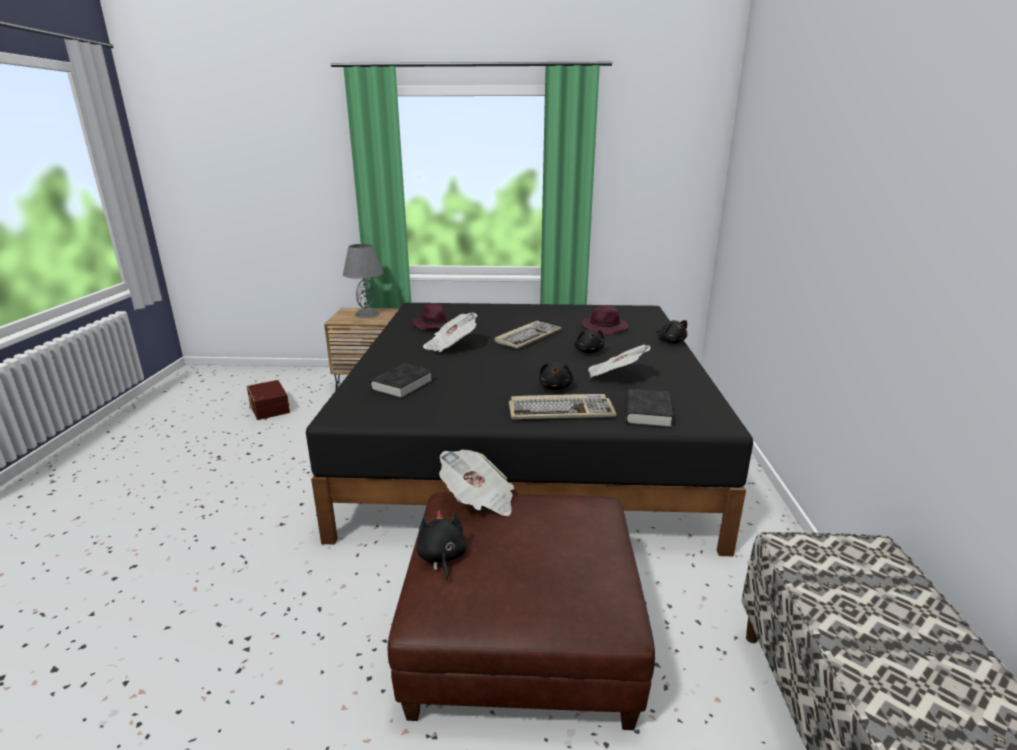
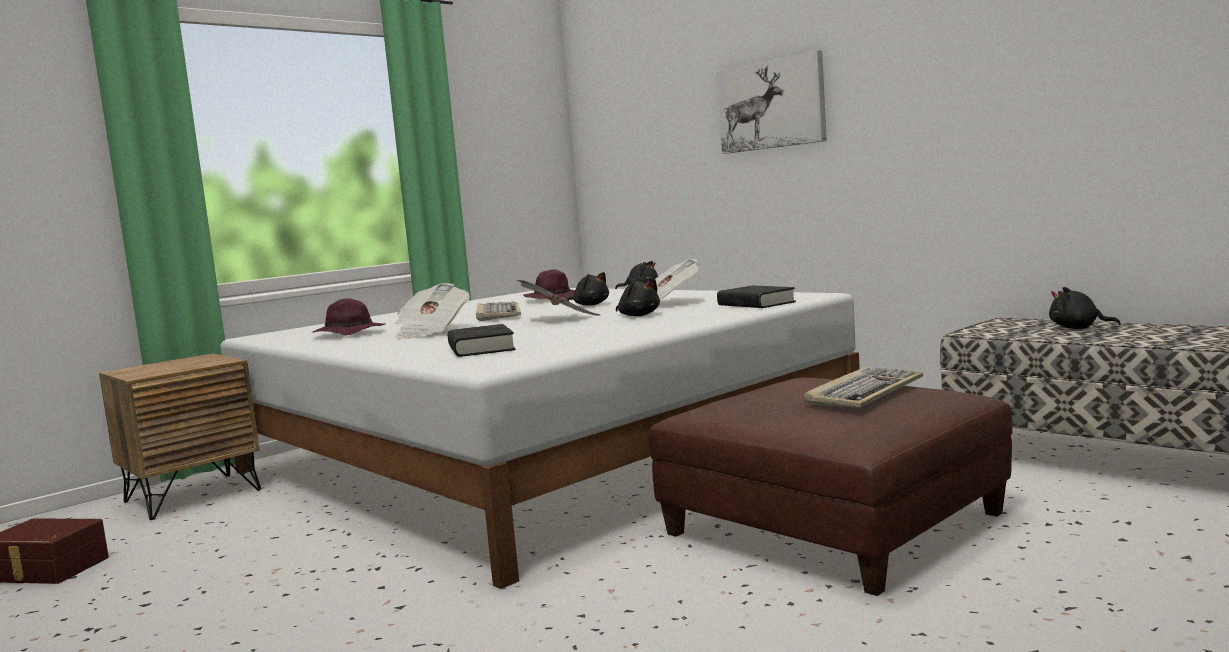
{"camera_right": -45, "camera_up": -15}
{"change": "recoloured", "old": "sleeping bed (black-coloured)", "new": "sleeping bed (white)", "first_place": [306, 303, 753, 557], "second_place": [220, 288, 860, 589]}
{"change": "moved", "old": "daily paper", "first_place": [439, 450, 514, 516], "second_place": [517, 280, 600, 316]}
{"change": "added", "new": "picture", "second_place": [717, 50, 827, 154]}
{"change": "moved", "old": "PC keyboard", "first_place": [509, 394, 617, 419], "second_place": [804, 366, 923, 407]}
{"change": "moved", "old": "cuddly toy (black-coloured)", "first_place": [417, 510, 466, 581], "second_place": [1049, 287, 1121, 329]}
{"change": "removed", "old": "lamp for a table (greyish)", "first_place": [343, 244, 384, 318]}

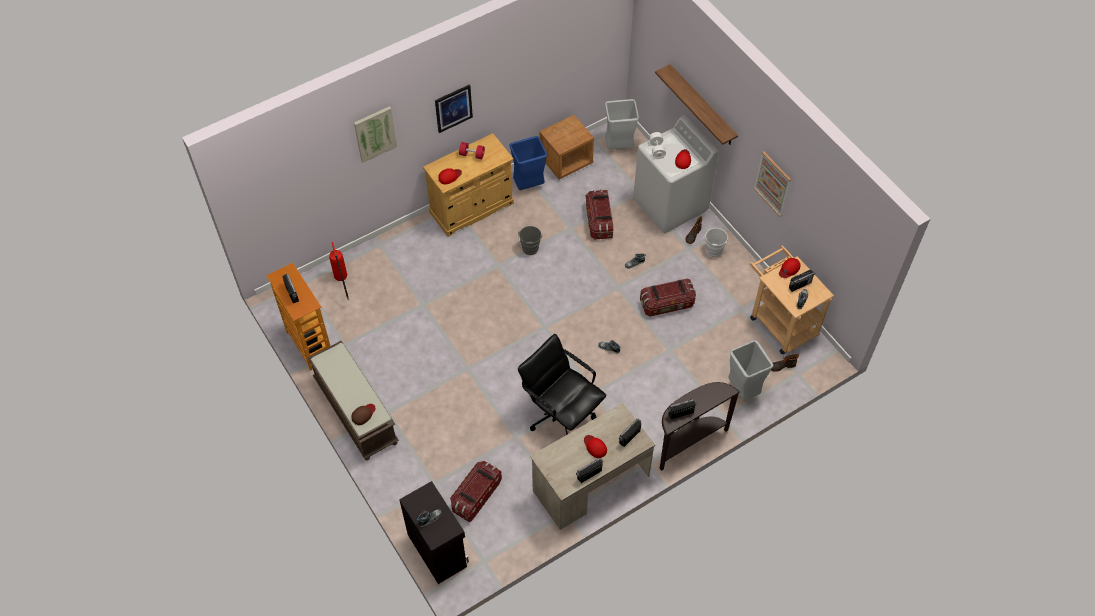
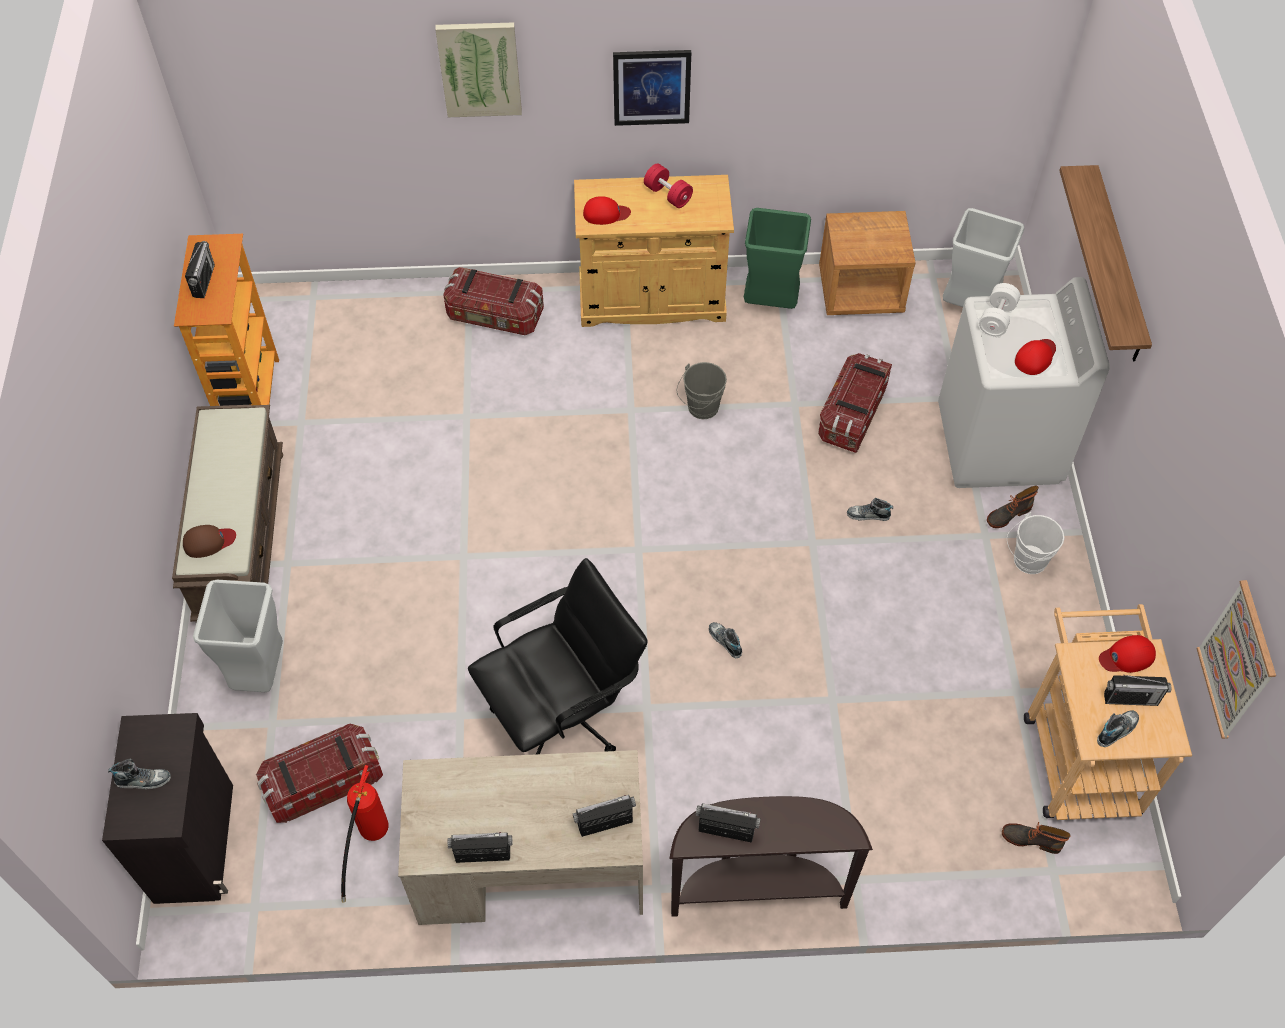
{"camera_right": 30, "camera_up": 0}
{"change": "moved", "old": "trash can (greyish)", "first_place": [728, 340, 773, 401], "second_place": [193, 580, 283, 692]}
{"change": "moved", "old": "fire-fighting cylinder", "first_place": [329, 242, 349, 300], "second_place": [341, 765, 389, 902]}
{"change": "moved", "old": "storage container", "first_place": [640, 278, 696, 317], "second_place": [443, 267, 544, 335]}
{"change": "turned", "old": "office chair (black-coloured)", "first_place": [518, 334, 606, 435], "second_place": [468, 558, 648, 754], "degrees": 75}
{"change": "recoloured", "old": "trash can (blue-coloured)", "new": "trash can (green-coloured)", "first_place": [510, 136, 547, 190], "second_place": [744, 208, 811, 309]}
{"change": "moved", "old": "picture", "first_place": [754, 151, 791, 216], "second_place": [1196, 580, 1276, 739]}
{"change": "removed", "old": "baseball cap (red)", "first_place": [584, 435, 607, 458]}

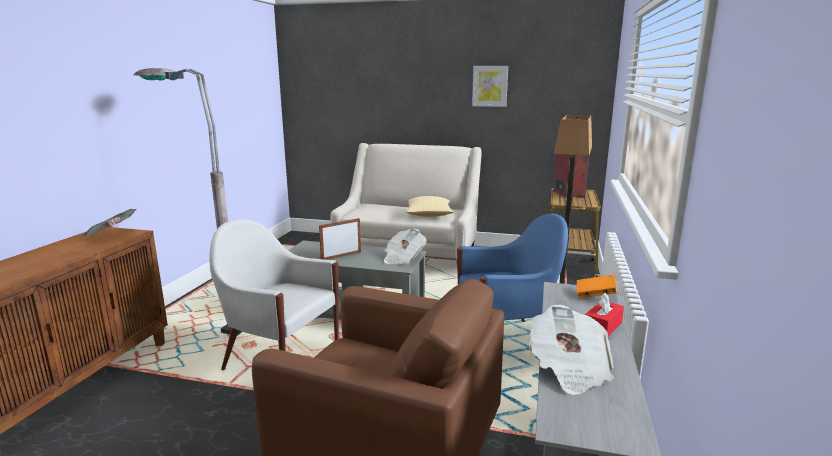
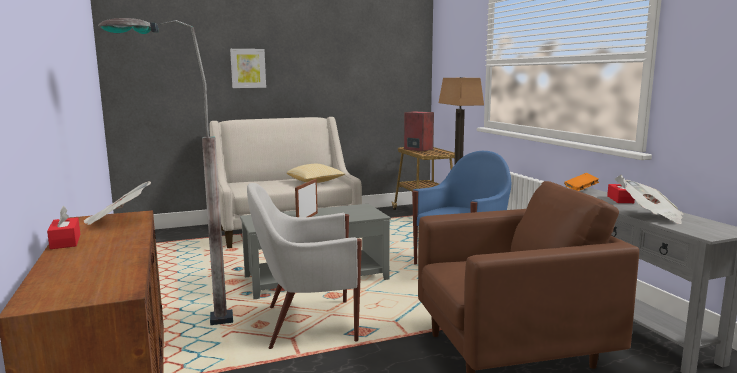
{"camera_right": -35, "camera_up": -5}
{"change": "added", "new": "box of tissues (red)", "second_place": [47, 206, 80, 249]}
{"change": "moved", "old": "picture", "first_place": [472, 66, 508, 107], "second_place": [230, 49, 266, 88]}
{"change": "removed", "old": "daily paper", "first_place": [384, 228, 426, 264]}

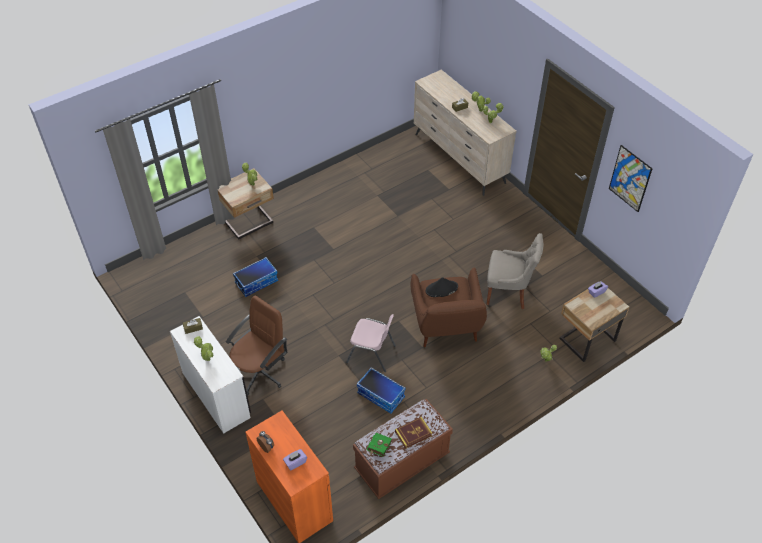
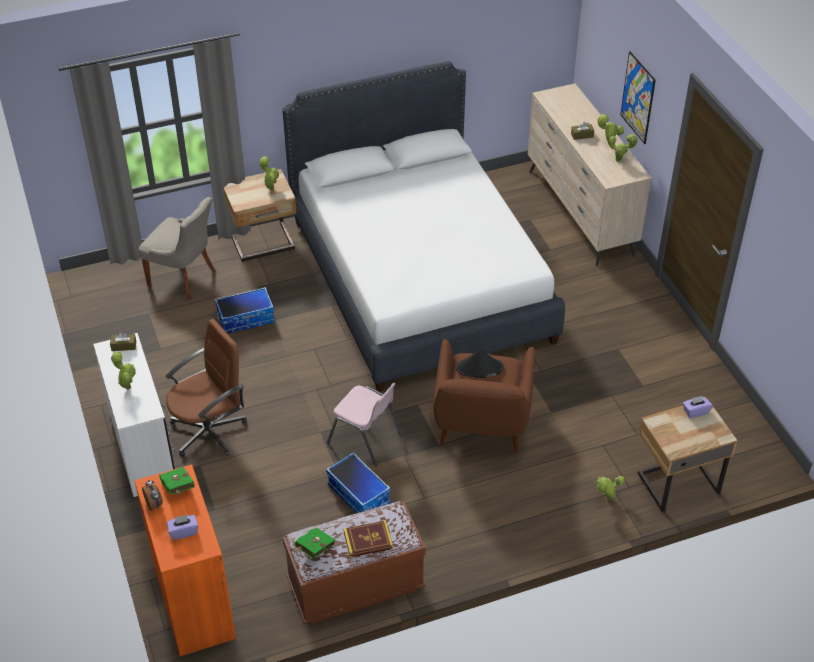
{"camera_right": 15, "camera_up": -5}
{"change": "moved", "old": "plain chair (greyish)", "first_place": [486, 233, 543, 309], "second_place": [139, 197, 216, 300]}
{"change": "added", "new": "volume (green-coloured)", "second_place": [159, 467, 195, 495]}
{"change": "added", "new": "sleeping bed (white)", "second_place": [282, 61, 565, 392]}
{"change": "moved", "old": "picture", "first_place": [609, 145, 653, 212], "second_place": [620, 52, 656, 144]}

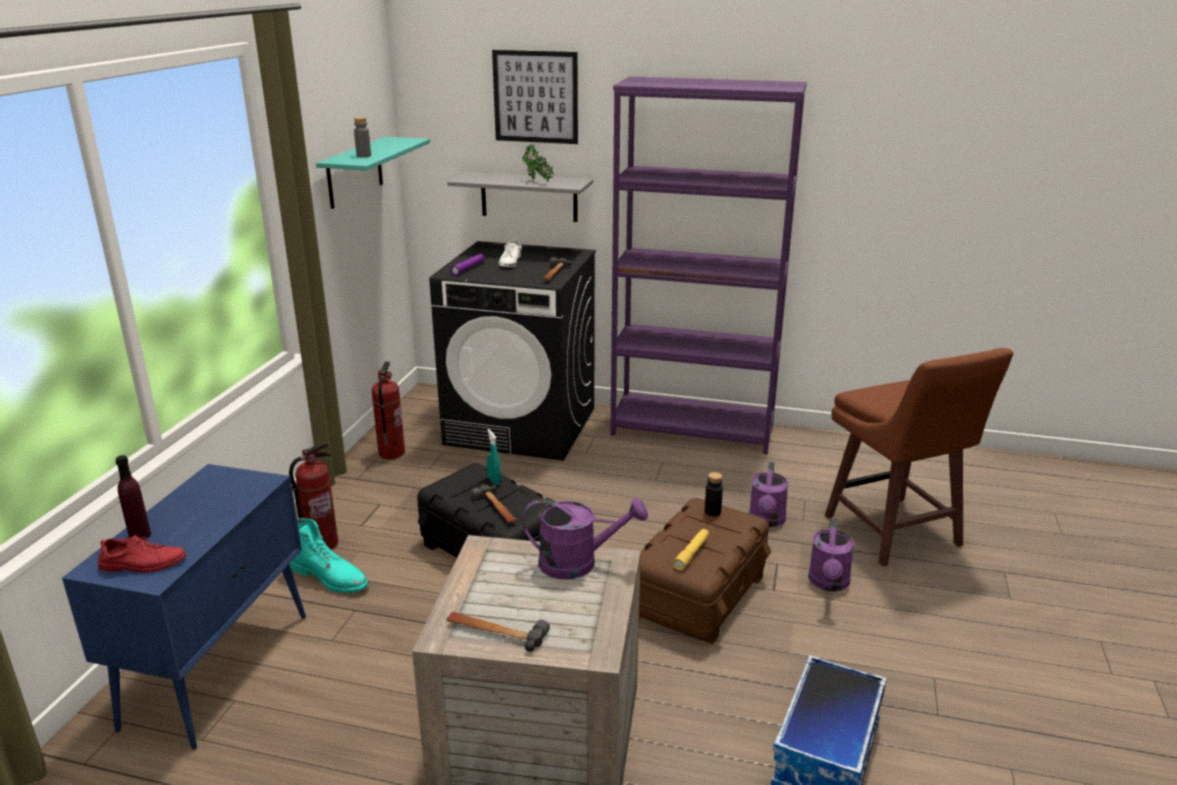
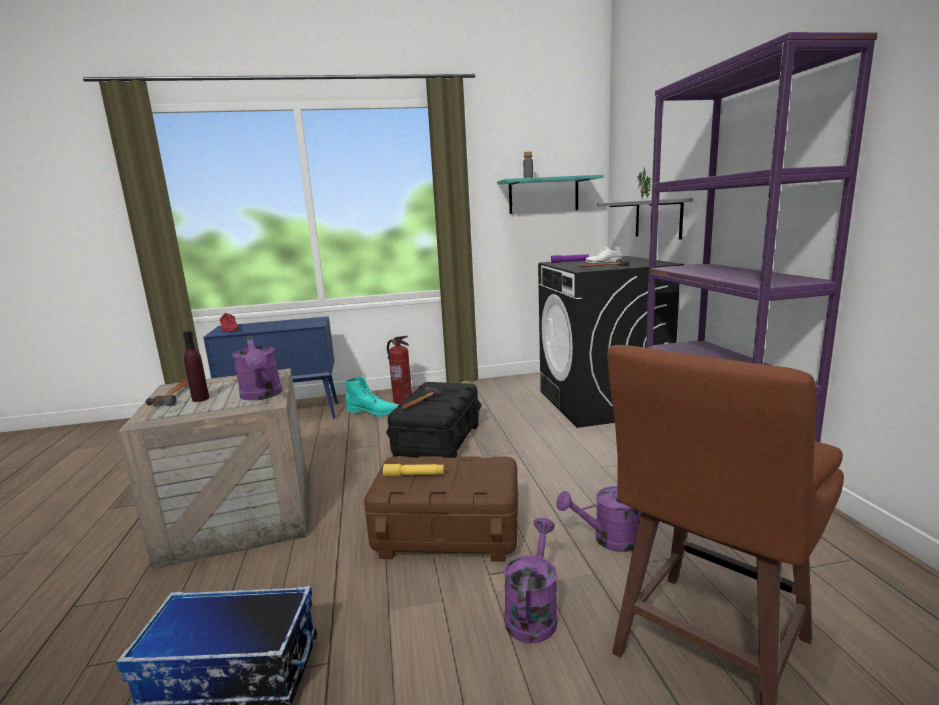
{"camera_right": 65, "camera_up": -10}
{"change": "moved", "old": "drink bottle (purple-coloured)", "first_place": [116, 455, 151, 540], "second_place": [183, 331, 209, 402]}
{"change": "turned", "old": "tall boot (turquoise-coloured)", "first_place": [290, 518, 369, 593], "second_place": [345, 377, 399, 417], "degrees": -75}
{"change": "turned", "old": "sprinkling can (purple-coloured)", "first_place": [808, 518, 854, 591], "second_place": [504, 518, 558, 644], "degrees": 120}
{"change": "removed", "old": "fire-fighting cylinder", "first_place": [371, 361, 405, 459]}
{"change": "removed", "old": "hand sprayer (turquoise-coloured)", "first_place": [487, 429, 501, 485]}
{"change": "removed", "old": "picture", "first_place": [492, 50, 578, 144]}
{"change": "removed", "old": "drink bottle (black-coloured)", "first_place": [705, 472, 723, 516]}

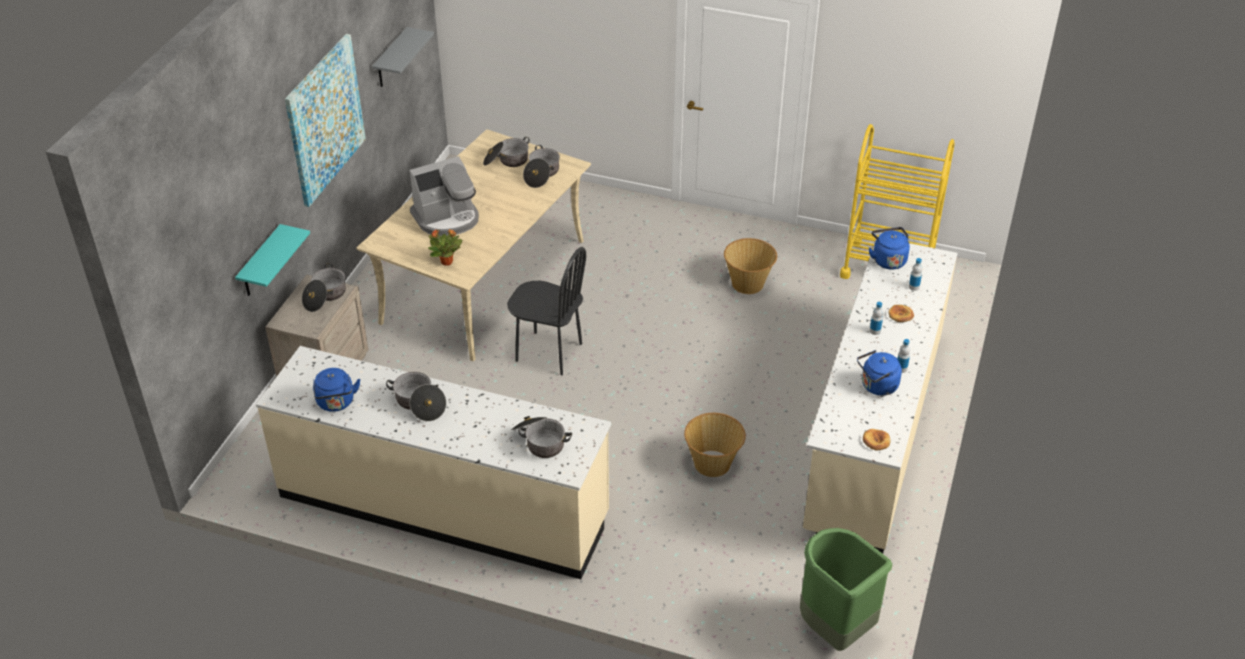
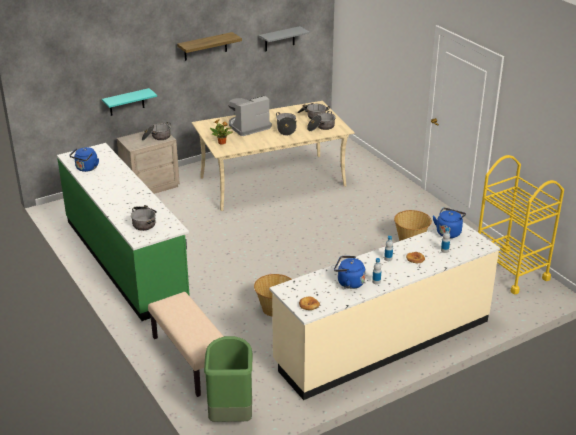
{"camera_right": 40, "camera_up": -10}
{"change": "recoloured", "old": "counter (beige)", "new": "counter (green-coloured)", "first_place": [256, 346, 611, 579], "second_place": [57, 143, 190, 321]}
{"change": "added", "new": "indoor bench (beige)", "second_place": [148, 292, 224, 397]}
{"change": "replaced", "old": "picture", "new": "shelf", "first_place": [285, 34, 366, 207], "second_place": [177, 32, 242, 61]}
{"change": "turned", "old": "coffee machine", "first_place": [409, 156, 479, 236], "second_place": [228, 95, 272, 136], "degrees": 135}
{"change": "moved", "old": "saucepot", "first_place": [386, 372, 446, 421], "second_place": [276, 112, 297, 136]}
{"change": "removed", "old": "plain chair (black-coloured)", "first_place": [507, 247, 586, 375]}

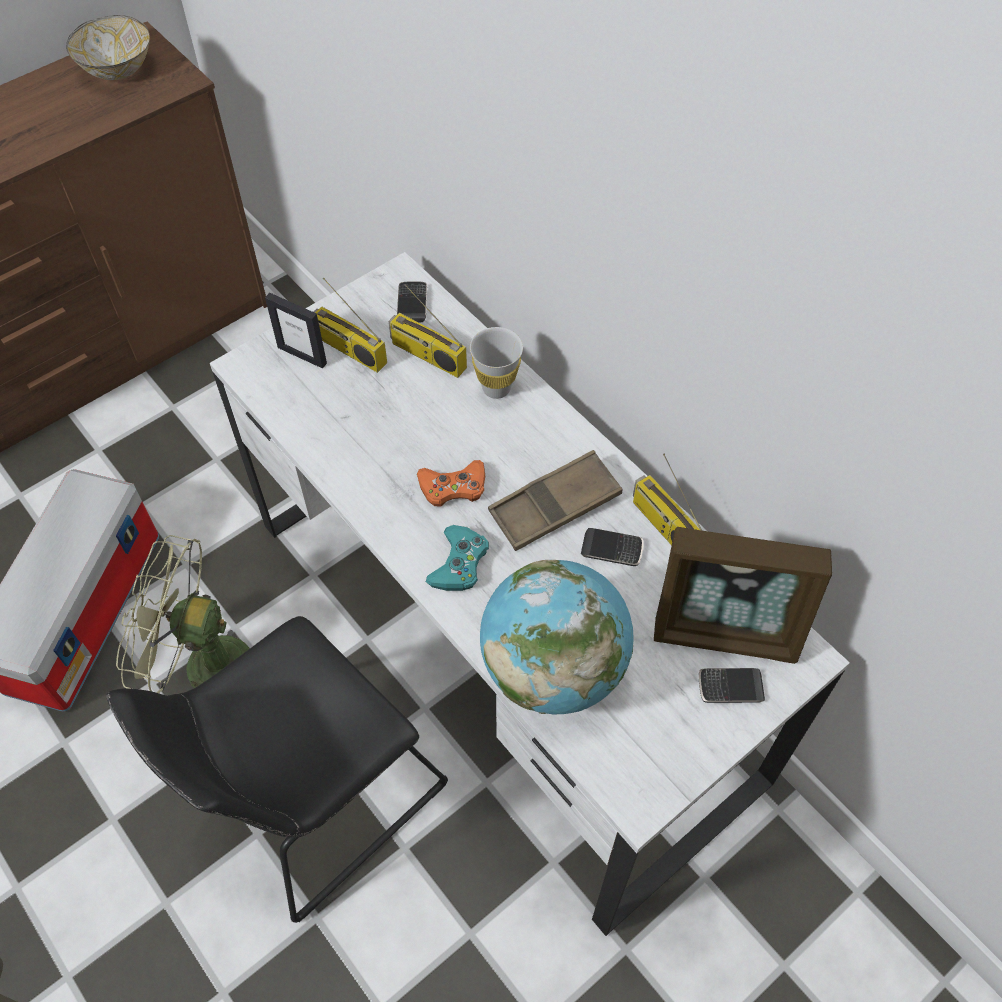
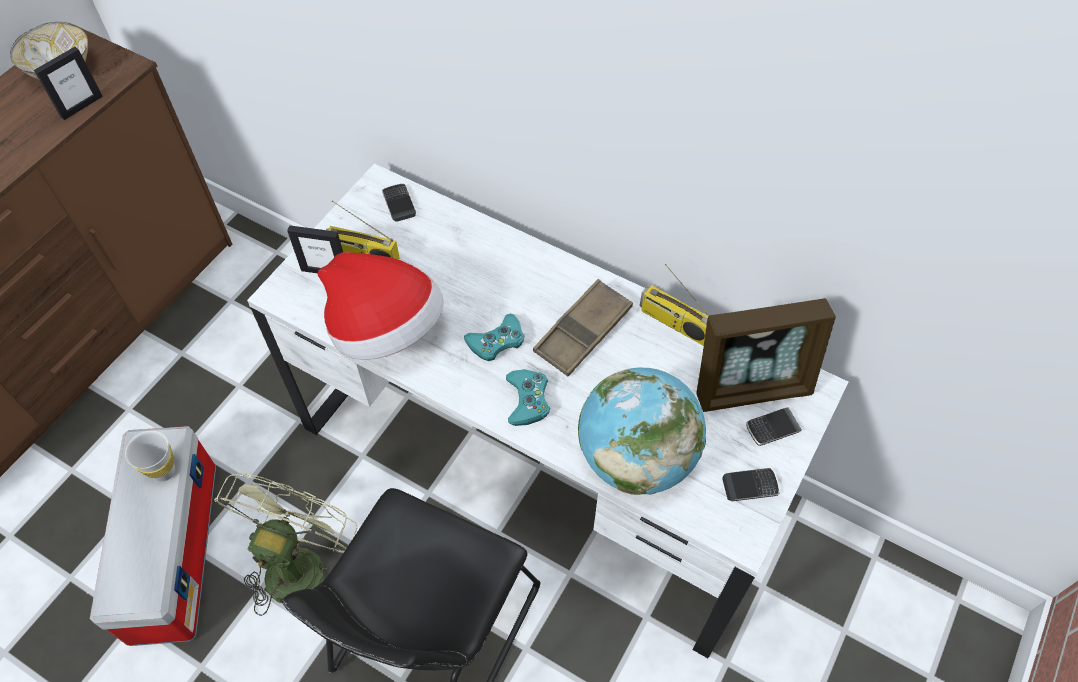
{"camera_right": -20, "camera_up": 0}
{"change": "added", "new": "photo frame", "second_place": [34, 47, 103, 120]}
{"change": "moved", "old": "small cup (white)", "first_place": [470, 327, 523, 399], "second_place": [125, 430, 175, 481]}
{"change": "turned", "old": "cooling fan (green-coloured)", "first_place": [116, 535, 250, 693], "second_place": [214, 473, 357, 616], "degrees": 120}
{"change": "added", "new": "hat", "second_place": [318, 252, 444, 360]}
{"change": "recoloured", "old": "joypad (orange)", "new": "joypad (turquoise-coloured)", "first_place": [417, 460, 485, 506], "second_place": [464, 314, 524, 361]}
{"change": "moved", "old": "handset", "first_place": [581, 528, 644, 566], "second_place": [722, 468, 780, 501]}
{"change": "removed", "old": "radio set", "first_place": [389, 284, 467, 378]}

